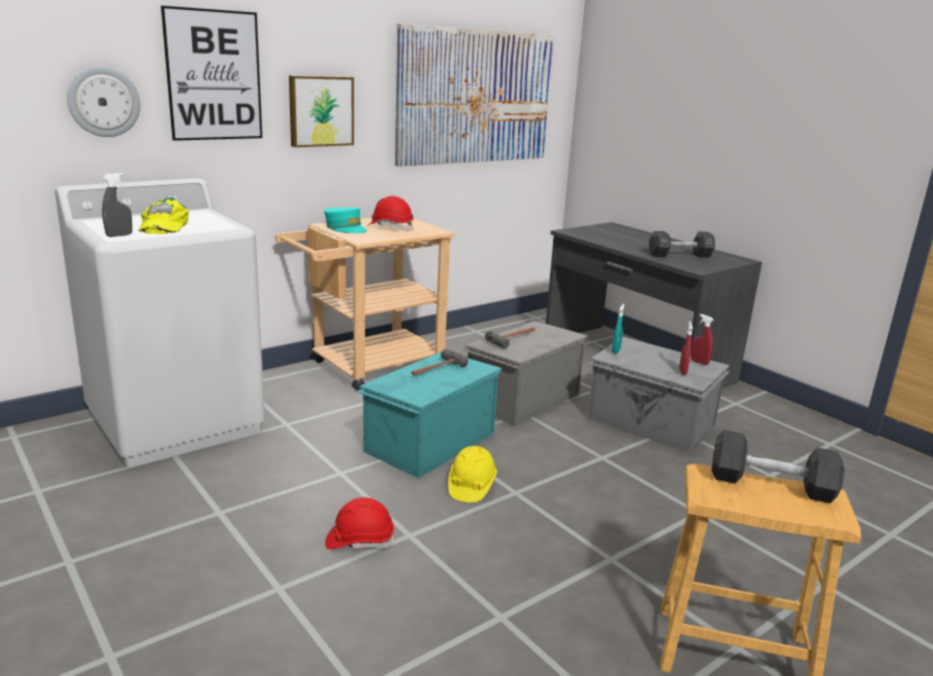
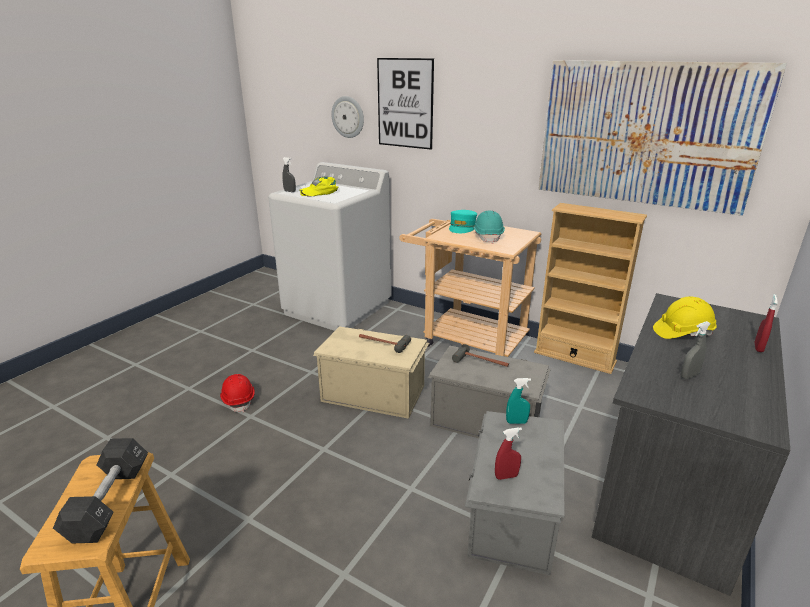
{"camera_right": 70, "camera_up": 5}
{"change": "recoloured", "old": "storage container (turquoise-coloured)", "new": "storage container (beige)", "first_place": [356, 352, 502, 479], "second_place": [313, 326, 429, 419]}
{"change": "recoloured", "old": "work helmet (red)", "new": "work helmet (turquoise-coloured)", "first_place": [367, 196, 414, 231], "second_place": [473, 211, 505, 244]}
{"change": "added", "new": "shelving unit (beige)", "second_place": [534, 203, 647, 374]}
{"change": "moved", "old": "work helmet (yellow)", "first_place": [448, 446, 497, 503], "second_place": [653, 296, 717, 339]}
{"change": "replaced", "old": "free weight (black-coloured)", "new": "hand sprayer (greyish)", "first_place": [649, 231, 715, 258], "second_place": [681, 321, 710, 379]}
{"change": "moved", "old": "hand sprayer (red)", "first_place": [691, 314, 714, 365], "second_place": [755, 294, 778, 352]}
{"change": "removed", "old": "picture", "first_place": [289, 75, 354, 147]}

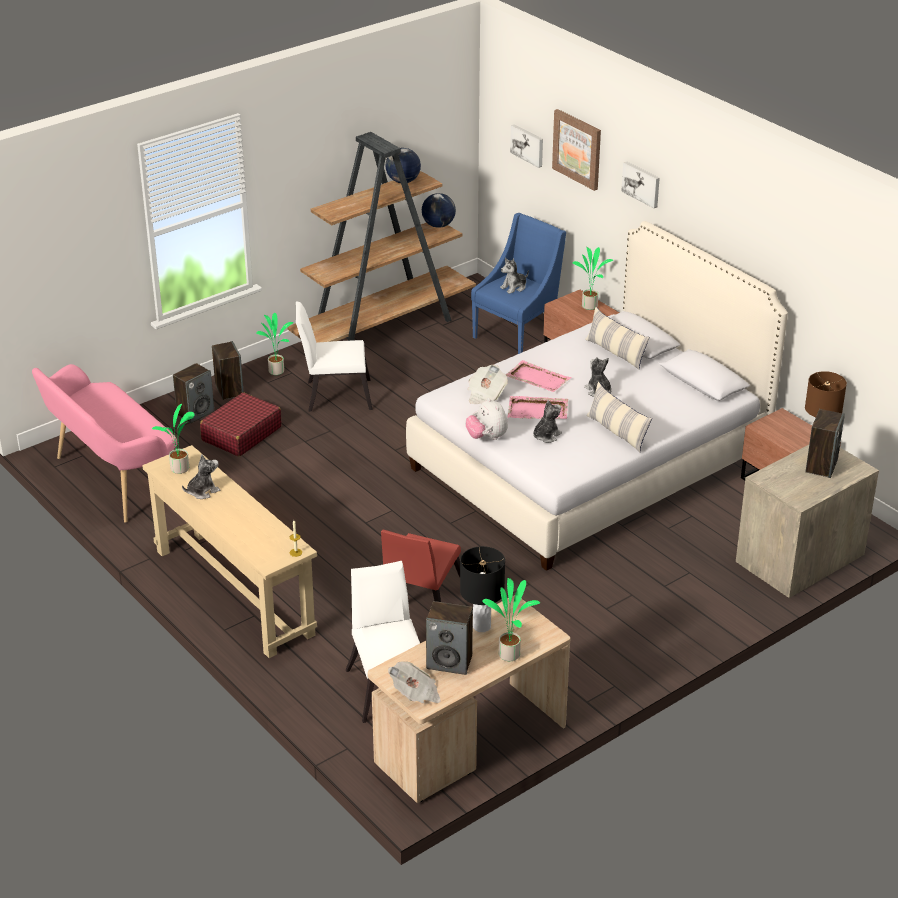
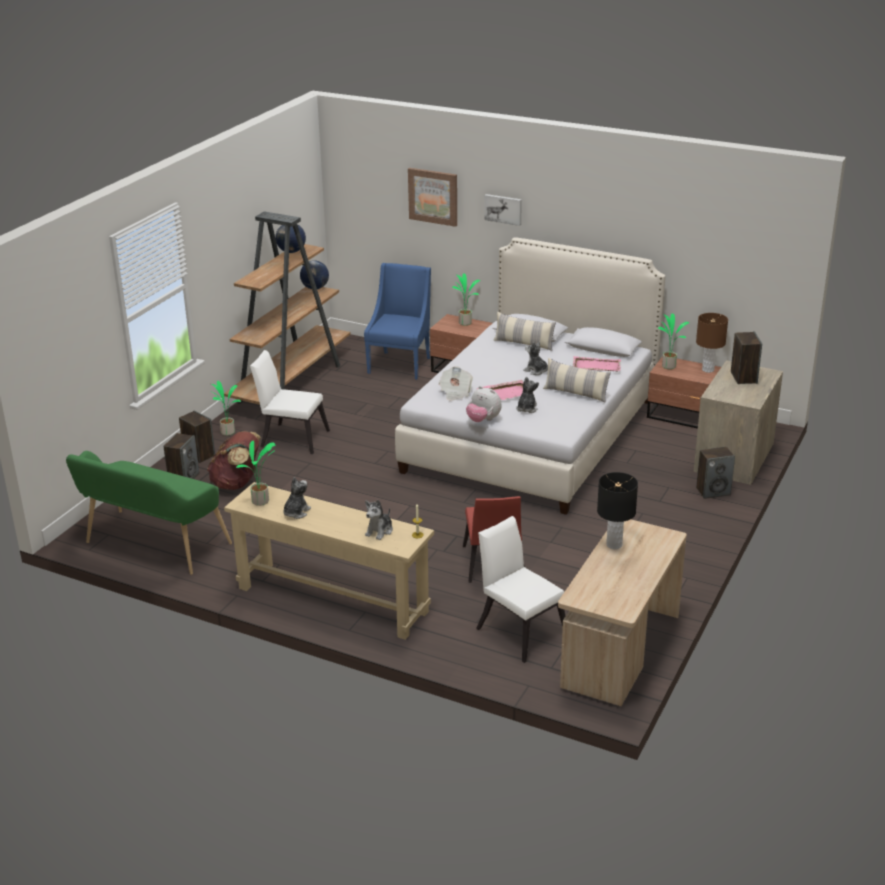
{"camera_right": -25, "camera_up": -5}
{"change": "recoloured", "old": "indoor bench (pink)", "new": "indoor bench (green-coloured)", "first_place": [32, 364, 178, 523], "second_place": [66, 451, 232, 575]}
{"change": "replaced", "old": "travel case (red)", "new": "backpack (brown)", "first_place": [200, 392, 282, 457], "second_place": [207, 431, 261, 490]}
{"change": "turned", "old": "plain chair (white)", "first_place": [296, 302, 373, 412], "second_place": [250, 350, 330, 454], "degrees": 45}
{"change": "moved", "old": "cuddly toy", "first_place": [500, 258, 529, 294], "second_place": [365, 500, 393, 540]}
{"change": "moved", "old": "carrying tray (pink)", "first_place": [506, 360, 572, 392], "second_place": [573, 356, 621, 372]}
{"change": "moved", "old": "plant in a pot", "first_place": [482, 578, 540, 661], "second_place": [658, 313, 689, 369]}
{"change": "moved", "old": "speaker", "first_place": [426, 601, 473, 675], "second_place": [696, 447, 735, 499]}
{"change": "removed", "old": "daily paper", "first_place": [388, 661, 441, 704]}
{"change": "removed", "old": "picture", "first_place": [510, 124, 543, 168]}

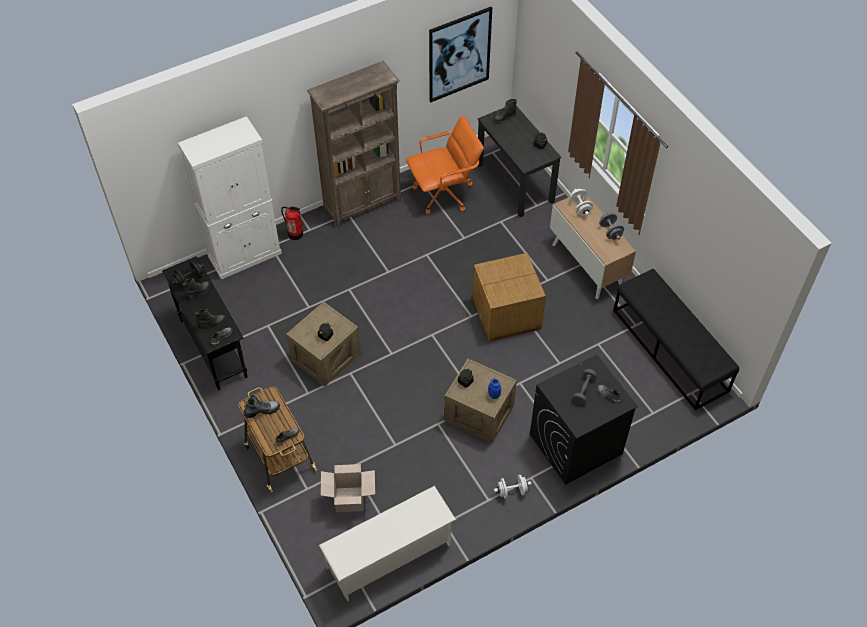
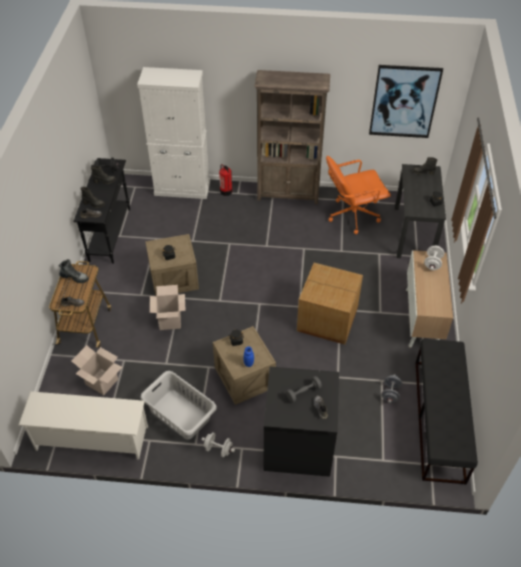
{"camera_right": 35, "camera_up": -5}
{"change": "added", "new": "washing basket (greyish)", "second_place": [140, 371, 217, 440]}
{"change": "added", "new": "carton", "second_place": [150, 285, 186, 330]}
{"change": "turned", "old": "office chair (orange)", "first_place": [406, 115, 484, 214], "second_place": [326, 156, 391, 234], "degrees": 150}
{"change": "moved", "old": "free weight (greyish)", "first_place": [599, 212, 624, 240], "second_place": [382, 374, 402, 404]}

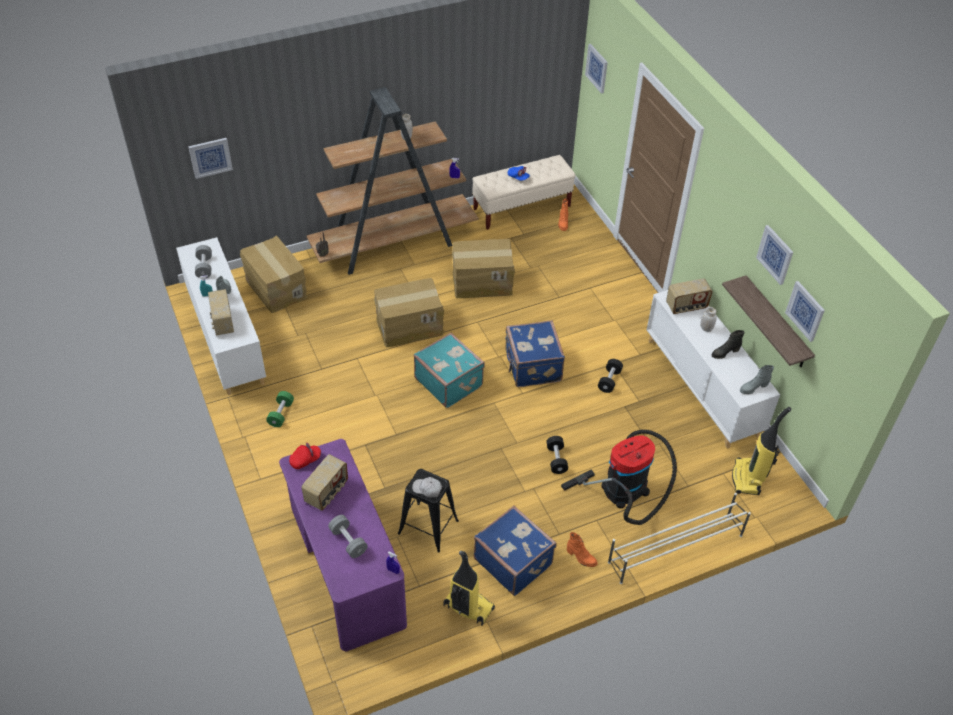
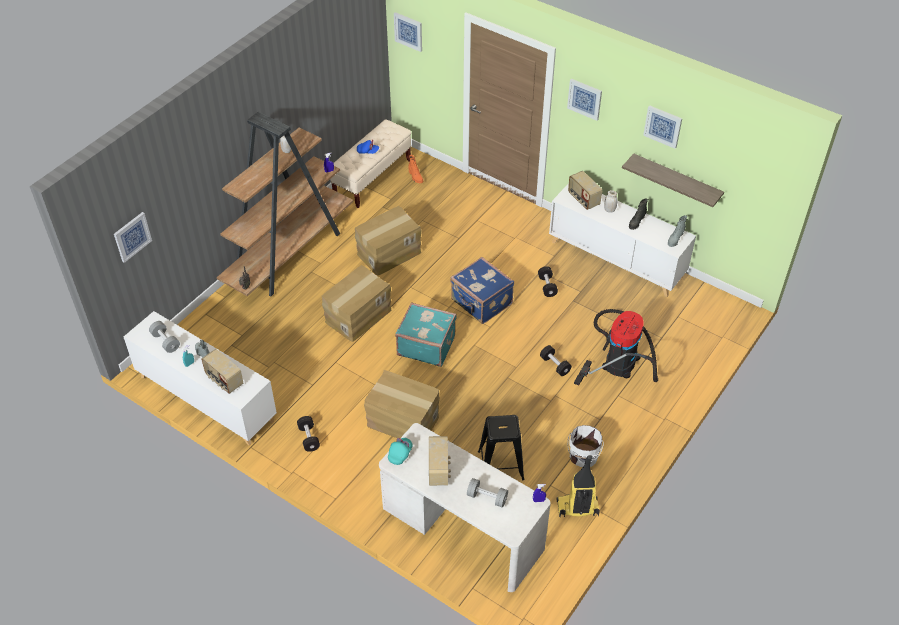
{"camera_right": -30, "camera_up": 0}
{"change": "recoloured", "old": "free weight (green-coloured)", "new": "free weight (black-coloured)", "first_place": [266, 391, 294, 427], "second_place": [297, 416, 320, 452]}
{"change": "moved", "old": "carton", "first_place": [240, 236, 308, 313], "second_place": [364, 370, 440, 438]}
{"change": "recoloured", "old": "desk table (purple-coloured)", "new": "desk table (white)", "first_place": [279, 439, 407, 651], "second_place": [379, 423, 551, 592]}
{"change": "recoloured", "old": "baseball cap (red)", "new": "baseball cap (turquoise-coloured)", "first_place": [289, 443, 321, 469], "second_place": [388, 438, 413, 465]}
{"change": "moved", "old": "picture", "first_place": [785, 281, 825, 342], "second_place": [567, 79, 602, 121]}
{"change": "turned", "old": "radio set", "first_place": [666, 278, 713, 314], "second_place": [568, 171, 602, 210], "degrees": 105}
{"change": "replaced", "old": "travel case (blue-coloured)", "new": "pail (white)", "first_place": [474, 505, 557, 596], "second_place": [568, 425, 604, 467]}
{"change": "removed", "old": "baseball cap (white)", "first_place": [412, 477, 442, 498]}
{"change": "removed", "old": "tall boot (orange)", "first_place": [567, 532, 598, 567]}
{"change": "removed", "old": "shoe rack (white)", "first_place": [608, 493, 751, 584]}
{"change": "removed", "old": "vacuum cleaner", "first_place": [732, 407, 791, 495]}

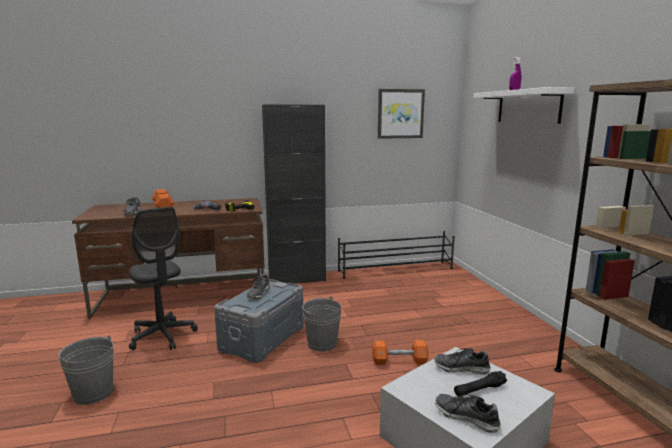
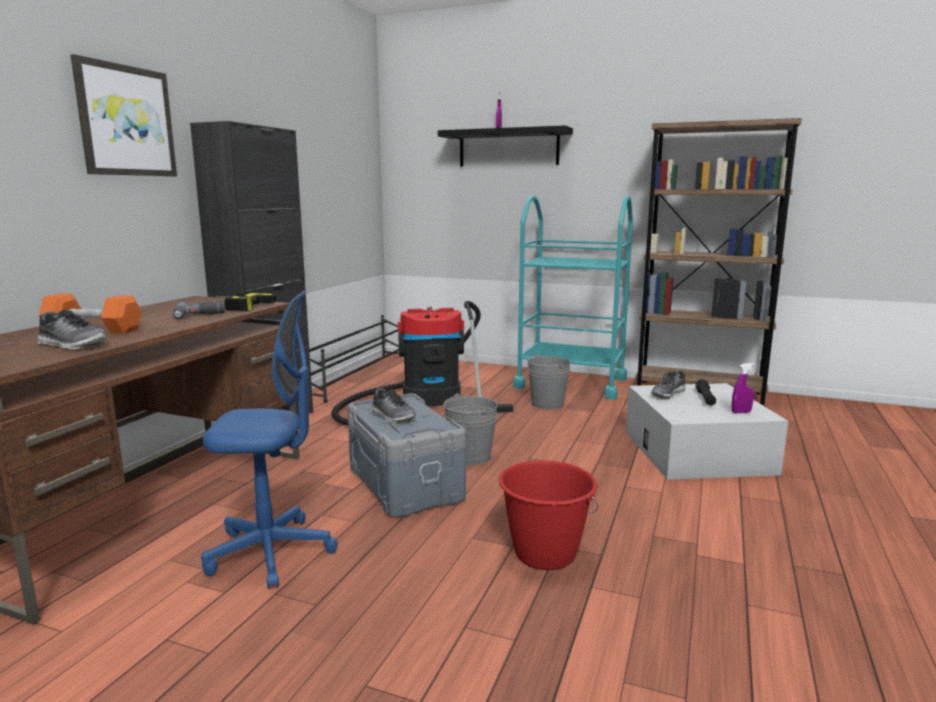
{"camera_right": -55, "camera_up": 0}
{"change": "moved", "old": "picture", "first_place": [378, 89, 425, 139], "second_place": [71, 54, 177, 176]}
{"change": "recoloured", "old": "office chair (greyish)", "new": "office chair (blue-coloured)", "first_place": [129, 207, 198, 350], "second_place": [201, 291, 338, 589]}
{"change": "added", "new": "vacuum cleaner", "second_place": [331, 301, 513, 426]}
{"change": "recoloured", "old": "shelf (white)", "new": "shelf (black-coloured)", "first_place": [474, 87, 574, 124], "second_place": [438, 125, 573, 167]}
{"change": "added", "new": "pail (red)", "second_place": [499, 460, 598, 570]}
{"change": "added", "new": "wheeled cart (turquoise-coloured)", "second_place": [514, 195, 633, 399]}
{"change": "moved", "old": "pail (greyish)", "first_place": [57, 335, 114, 405], "second_place": [527, 353, 571, 409]}
{"change": "replaced", "old": "low shoe", "new": "hand sprayer (purple-coloured)", "first_place": [435, 394, 501, 433], "second_place": [732, 363, 755, 413]}
{"change": "removed", "old": "free weight (orange)", "first_place": [372, 340, 429, 365]}

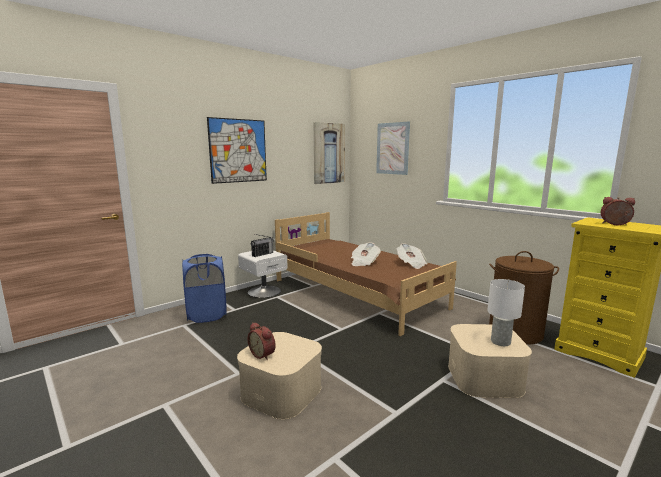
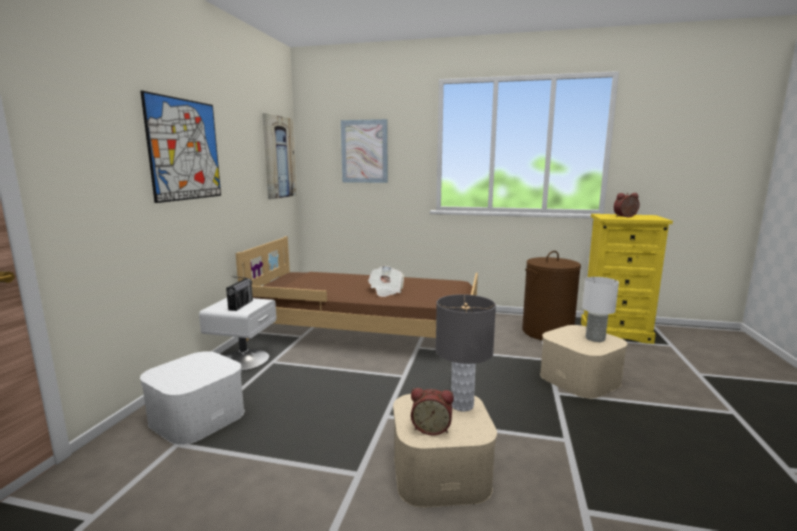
{"camera_right": -35, "camera_up": 0}
{"change": "replaced", "old": "washing basket (blue-coloured)", "new": "storage container (white)", "first_place": [182, 254, 227, 323], "second_place": [140, 351, 244, 445]}
{"change": "added", "new": "lamp for a table (greyish)", "second_place": [436, 294, 496, 412]}
{"change": "removed", "old": "daily paper", "first_place": [397, 243, 428, 269]}

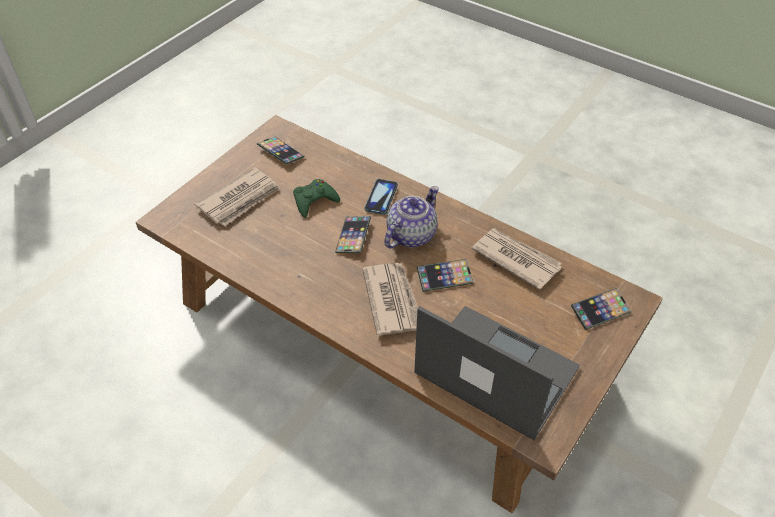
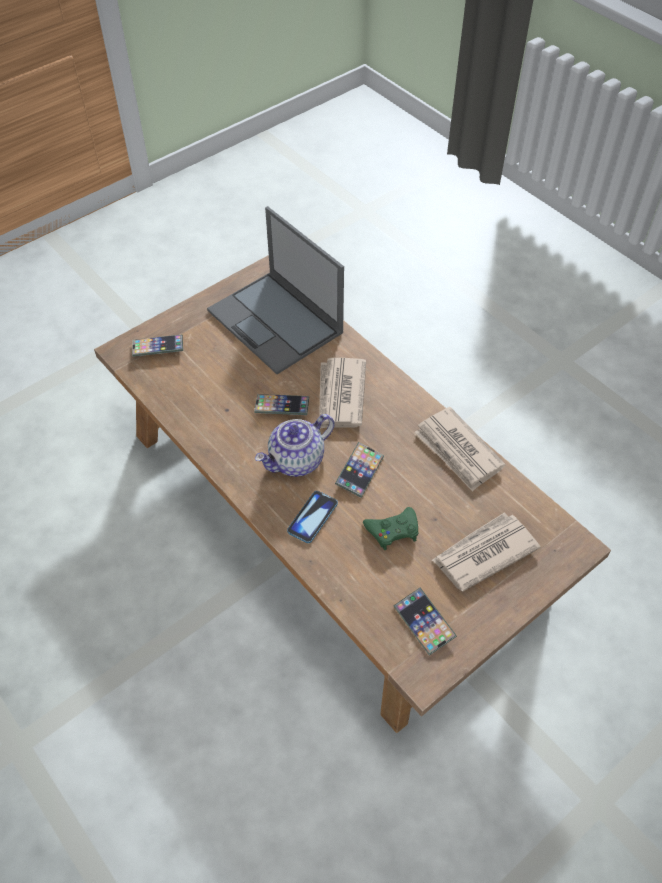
{"camera_right": -165, "camera_up": 5}
{"change": "moved", "old": "daily paper", "first_place": [472, 228, 562, 290], "second_place": [414, 407, 505, 492]}

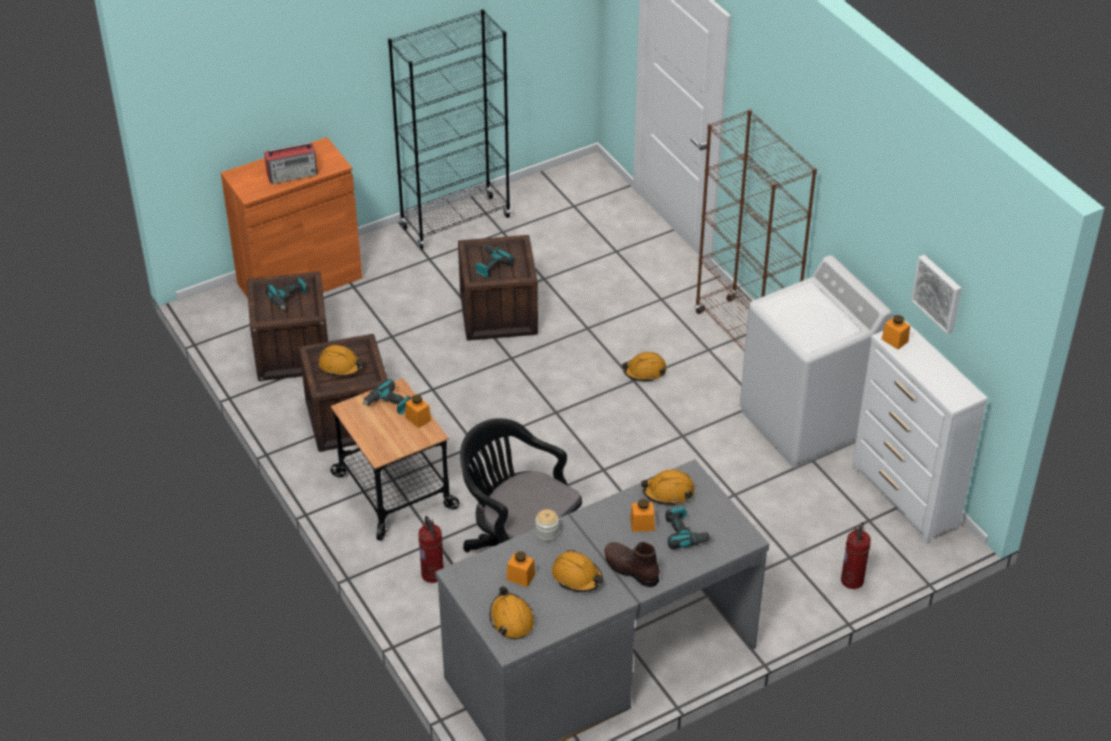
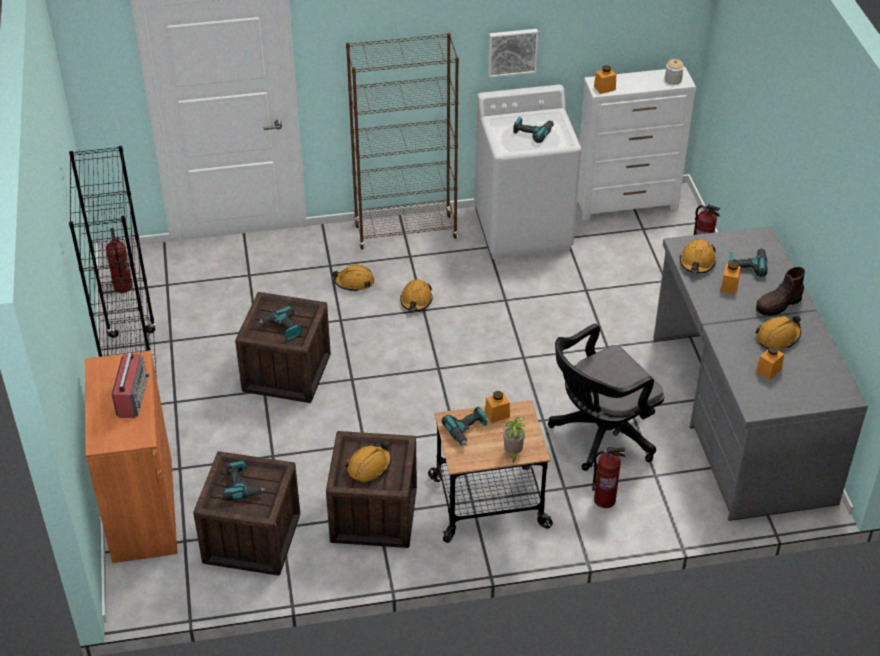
{"camera_right": -70, "camera_up": 0}
{"change": "added", "new": "fire-fighting cylinder", "second_place": [106, 228, 133, 293]}
{"change": "moved", "old": "work helmet (orange)", "first_place": [490, 586, 535, 639], "second_place": [332, 265, 374, 292]}
{"change": "moved", "old": "picture", "first_place": [911, 255, 961, 334], "second_place": [488, 29, 538, 78]}
{"change": "added", "new": "plant in a pot", "second_place": [503, 417, 525, 463]}
{"change": "added", "new": "drill", "second_place": [513, 117, 554, 143]}
{"change": "moved", "old": "preserve jar", "first_place": [535, 509, 559, 542], "second_place": [665, 59, 684, 84]}

